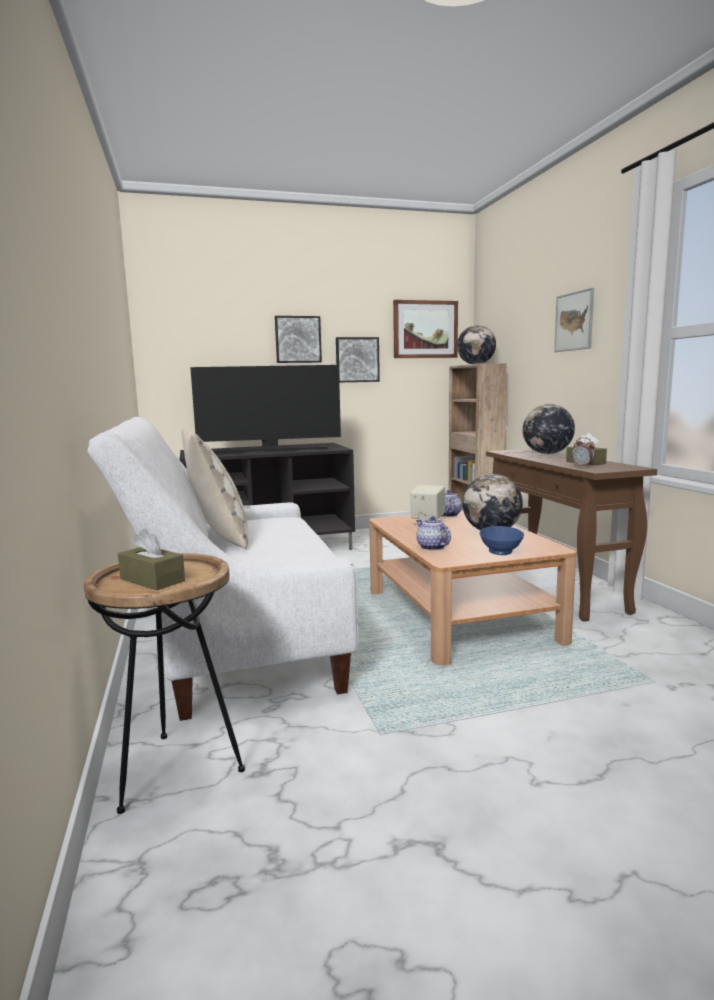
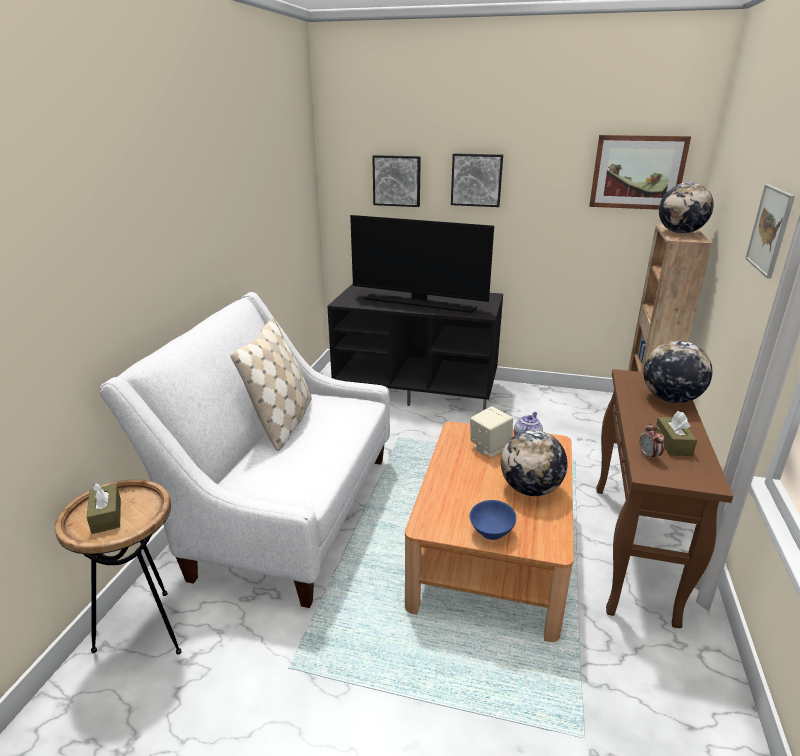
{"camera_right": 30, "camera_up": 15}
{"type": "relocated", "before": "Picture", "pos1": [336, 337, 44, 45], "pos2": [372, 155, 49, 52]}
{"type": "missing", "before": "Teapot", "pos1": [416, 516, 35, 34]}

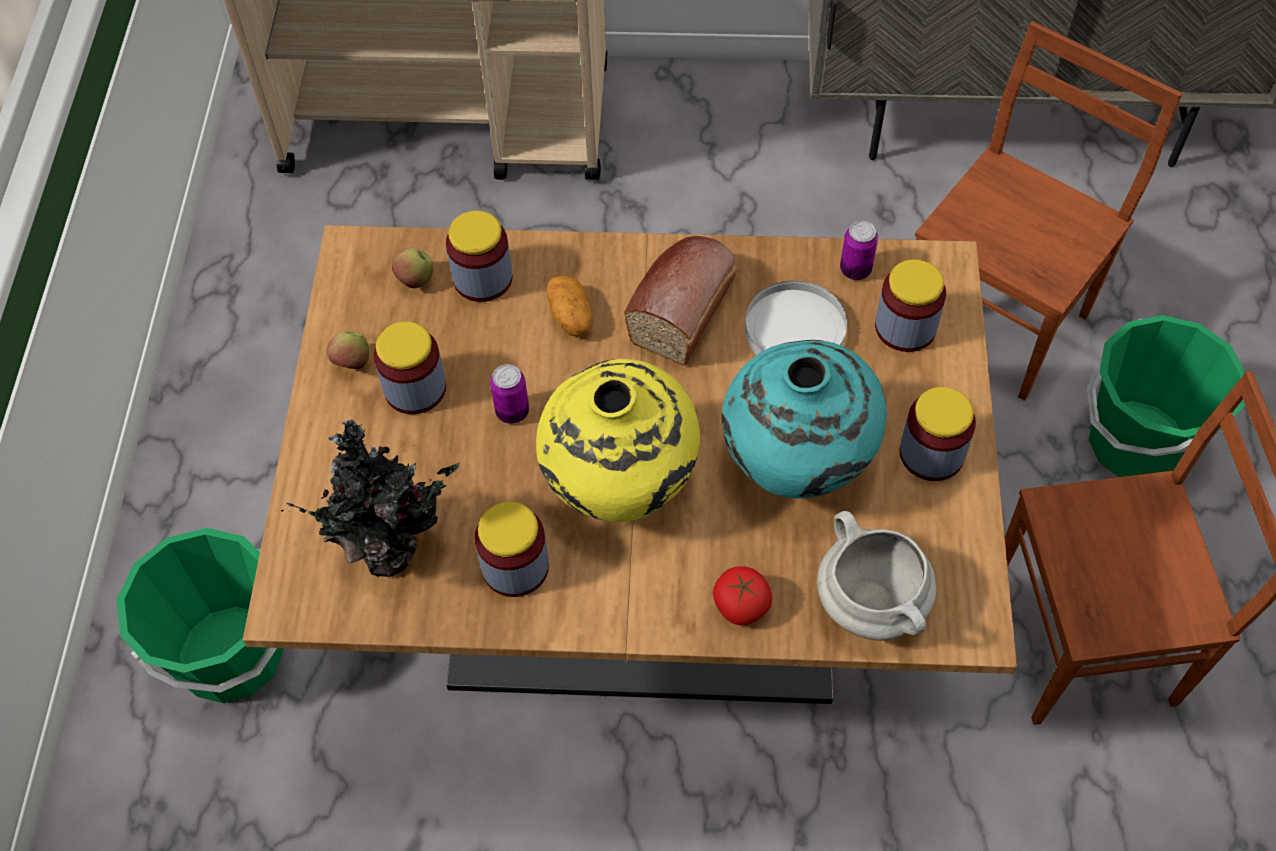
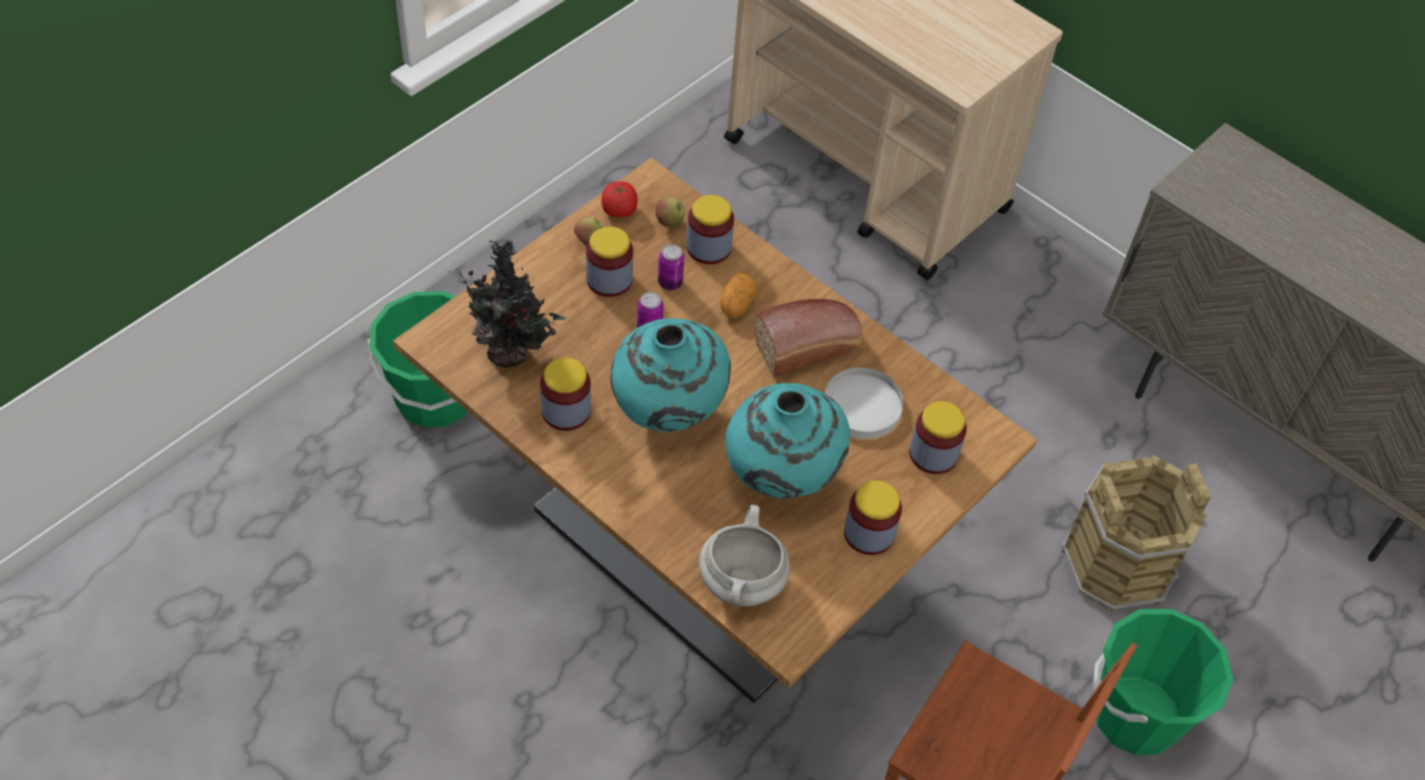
{"camera_right": 35, "camera_up": -5}
{"type": "colour", "before": "YellowVase", "after": "TurquoiseVase", "pos1": [536, 359, 164, 163], "pos2": [610, 318, 121, 114]}
{"type": "relocated", "before": "Tomato", "pos1": [713, 566, 59, 60], "pos2": [601, 181, 37, 37]}
{"type": "relocated", "before": "Can", "pos1": [840, 221, 38, 59], "pos2": [658, 244, 26, 46]}
{"type": "exchanged", "before": "BrownChair", "after": "BrownBucket", "pos1": [915, 21, 267, 380], "pos2": [1061, 455, 151, 157]}

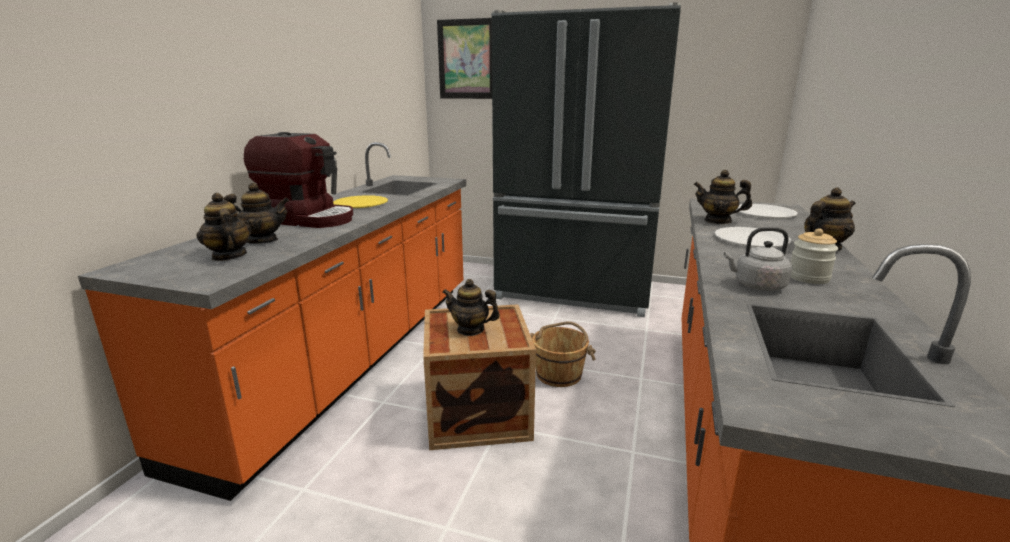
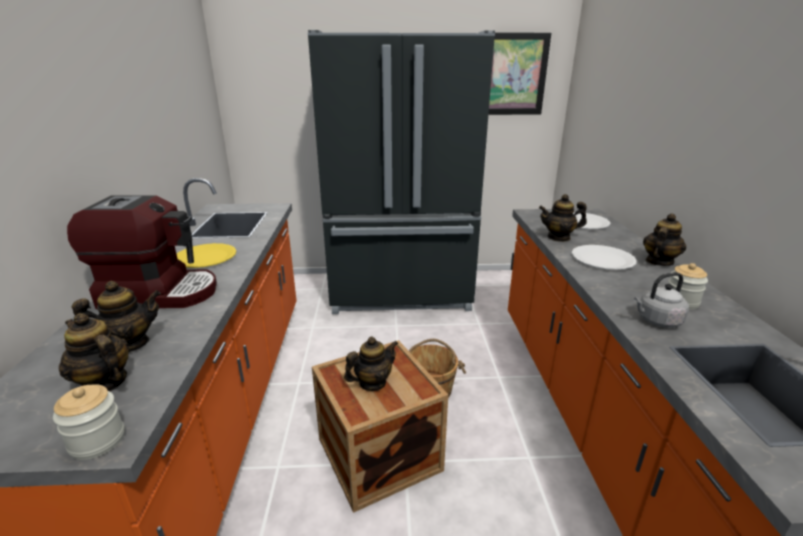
{"camera_right": -20, "camera_up": 5}
{"type": "relocated", "before": "Picture", "pos1": [437, 18, 55, 81], "pos2": [488, 33, 63, 82]}
{"type": "spun", "before": "Teapot", "pos1": [442, 279, 58, 57], "pos2": [344, 337, 54, 54], "turn": 150}
{"type": "appeared", "after": "Jar", "pos2": [53, 384, 72, 76]}

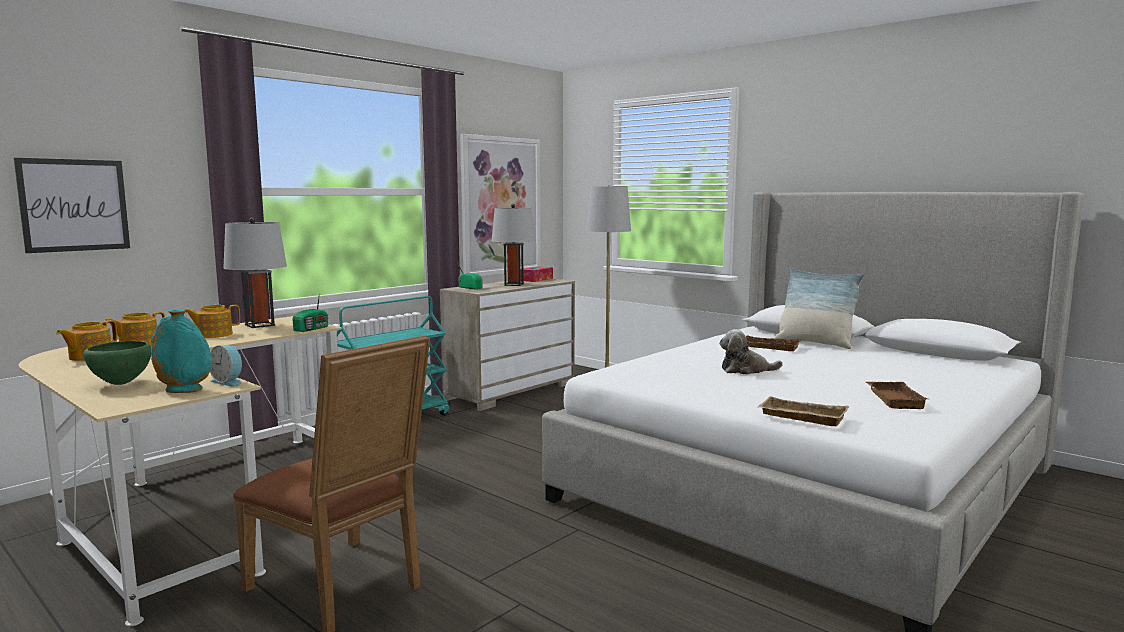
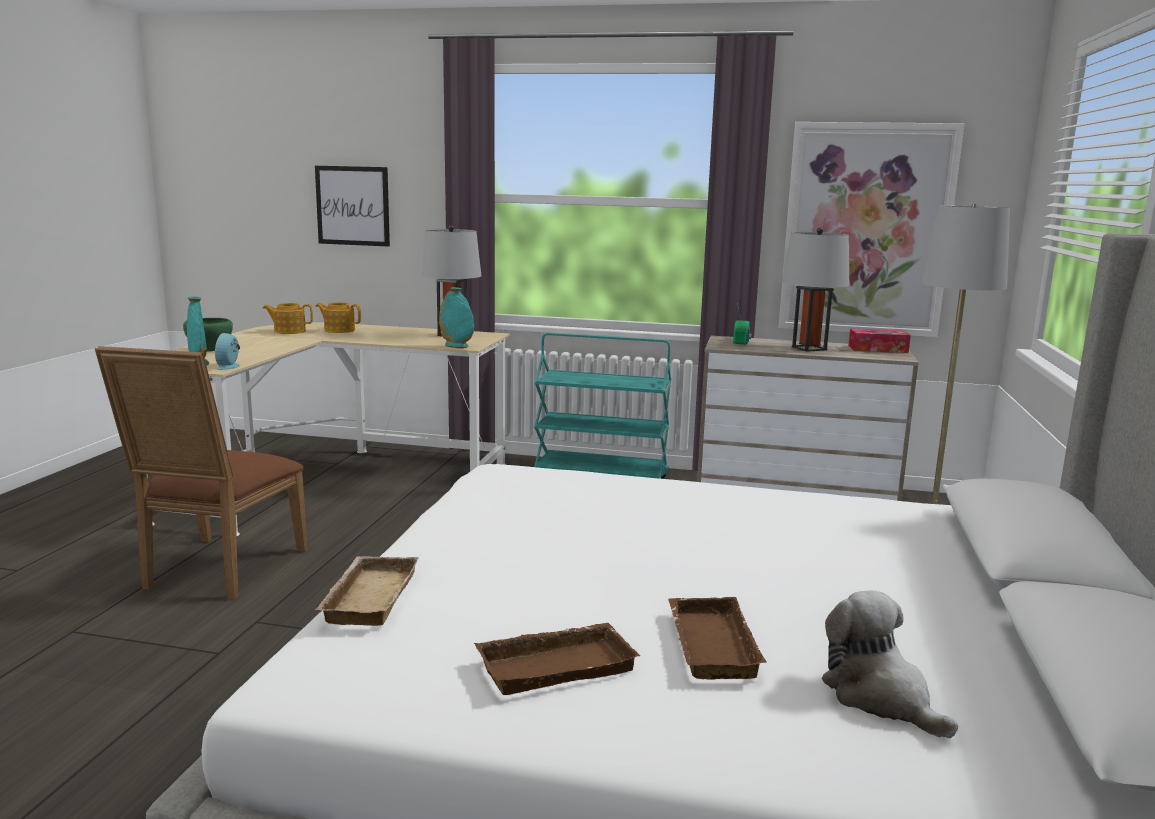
{"camera_right": 60, "camera_up": 5}
{"type": "missing", "before": "Teapot", "pos1": [185, 305, 55, 33]}
{"type": "exchanged", "before": "Radio", "after": "TurquoiseVase", "pos1": [292, 292, 36, 40], "pos2": [439, 287, 35, 61]}
{"type": "relocated", "before": "PlushToy", "pos1": [719, 329, 64, 45], "pos2": [822, 590, 136, 148]}
{"type": "relocated", "before": "BrownTray", "pos1": [746, 336, 55, 15], "pos2": [668, 597, 99, 83]}
{"type": "missing", "before": "Pillow", "pos1": [775, 268, 89, 81]}

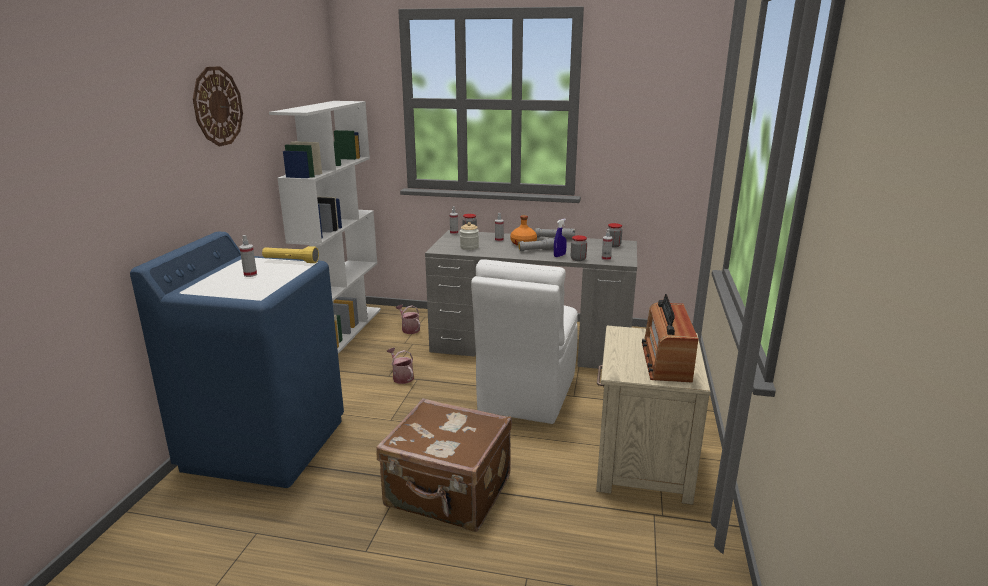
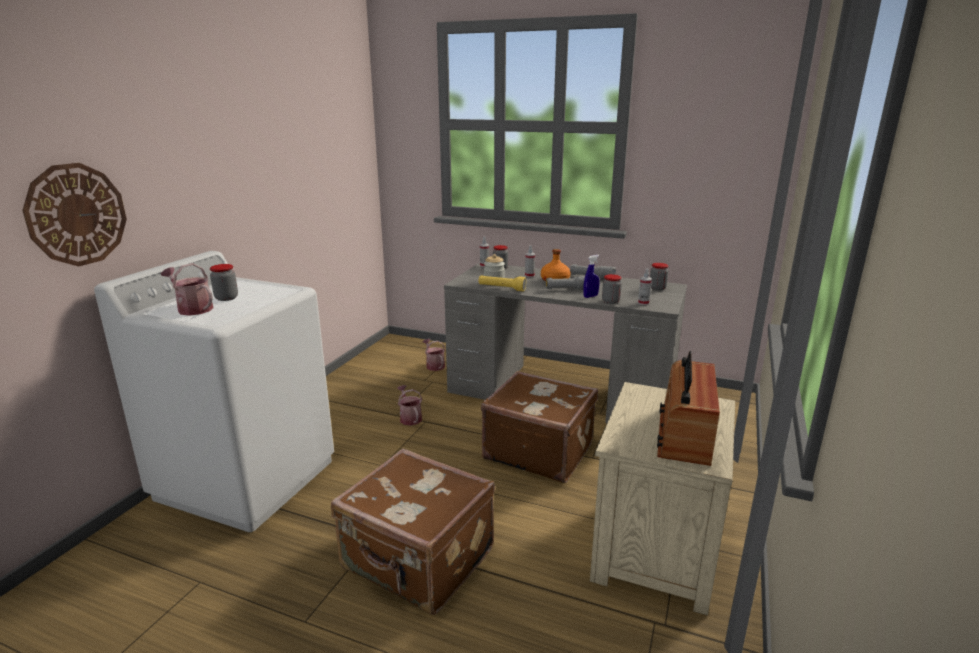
{"camera_right": 10, "camera_up": 0}
{"type": "colour", "before": "BlueWashingMachine", "after": "WhiteWashingMachine", "pos1": [130, 232, 214, 256], "pos2": [94, 251, 240, 281]}
{"type": "relocated", "before": "WallClock", "pos1": [193, 66, 50, 80], "pos2": [22, 163, 105, 103]}
{"type": "exchanged", "before": "SprayBottle", "after": "Jar", "pos1": [239, 235, 18, 42], "pos2": [210, 264, 28, 37]}
{"type": "relocated", "before": "YellowFlashlight", "pos1": [262, 246, 57, 17], "pos2": [479, 276, 47, 15]}
{"type": "missing", "before": "WhiteBookcase", "pos1": [269, 101, 112, 252]}
{"type": "exchanged", "before": "WhiteChair", "after": "BrownSuitcase", "pos1": [471, 259, 107, 165], "pos2": [481, 371, 117, 112]}
{"type": "appeared", "after": "WateringCan", "pos2": [161, 263, 53, 53]}

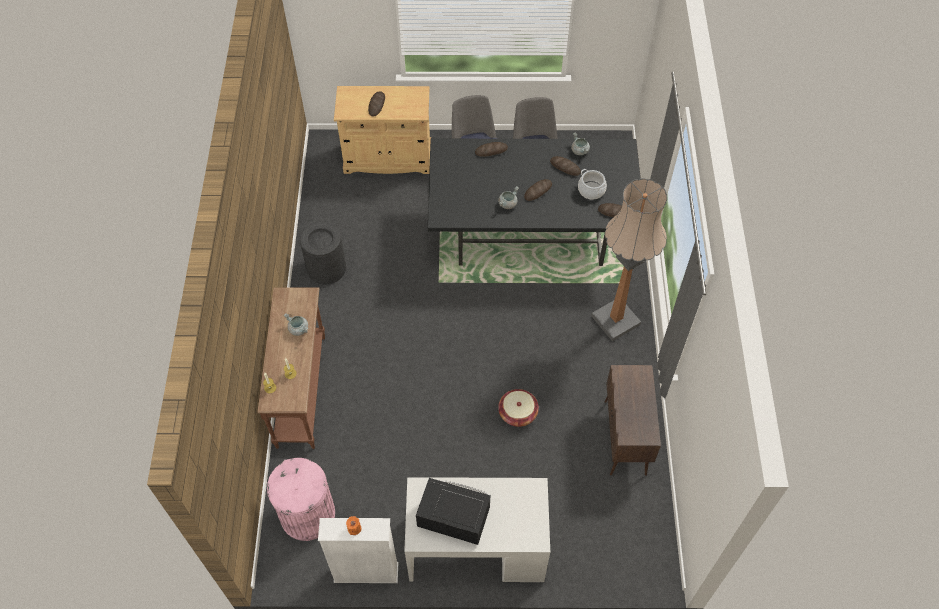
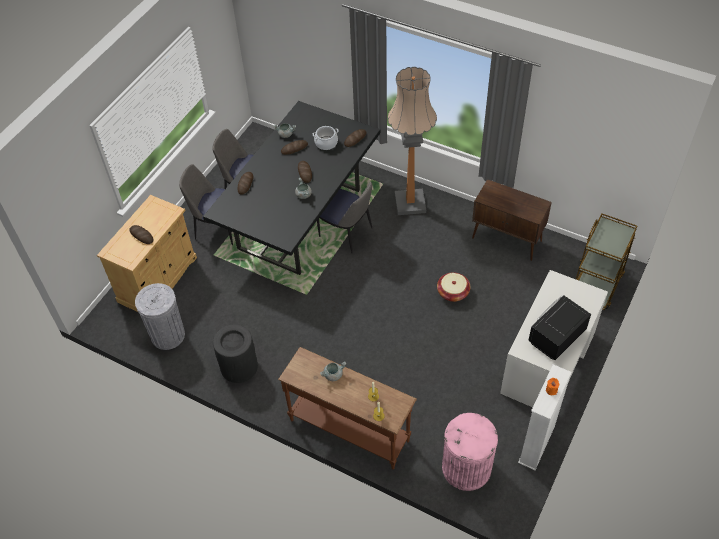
{"camera_right": -60, "camera_up": -5}
{"type": "appeared", "after": "GreyTrashCan", "pos2": [135, 283, 50, 67]}
{"type": "appeared", "after": "Chair", "pos2": [317, 182, 55, 71]}
{"type": "appeared", "after": "BrownCart", "pos2": [576, 213, 61, 97]}

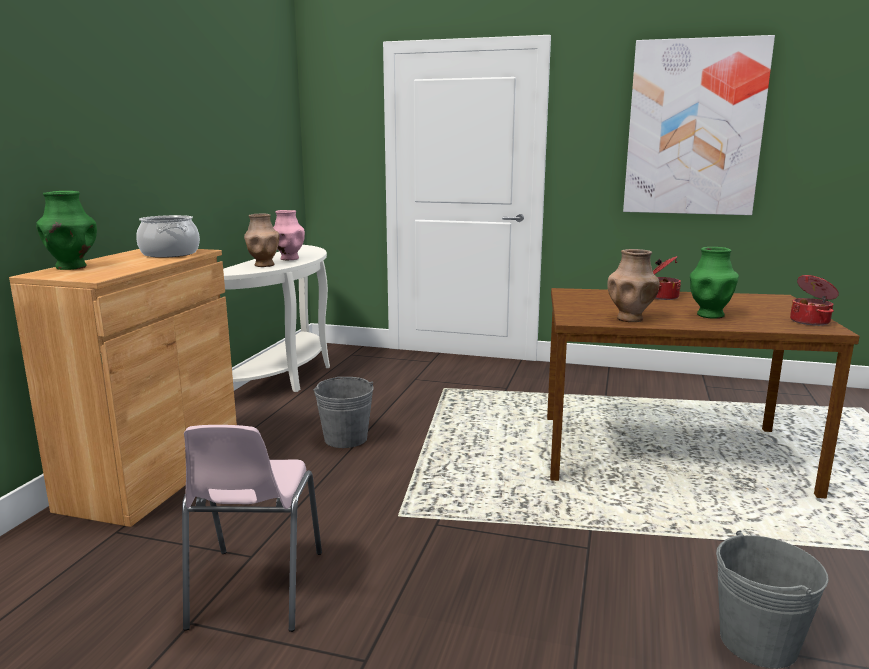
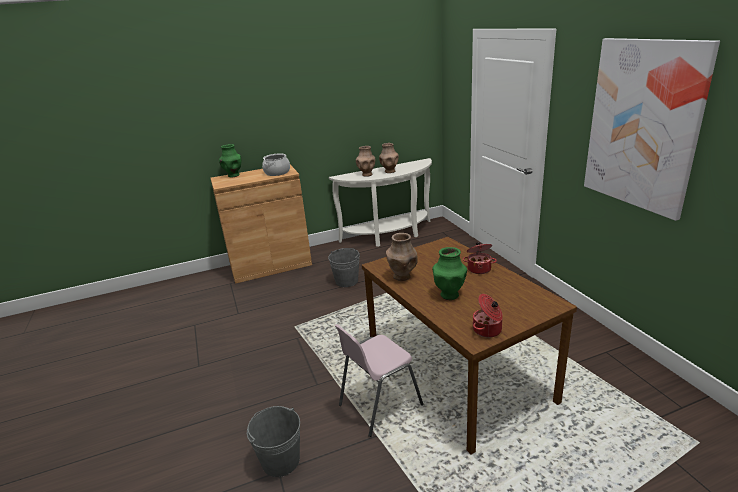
{"camera_right": 55, "camera_up": 10}
{"type": "relocated", "before": "PinkChair", "pos1": [182, 425, 140, 207], "pos2": [335, 324, 89, 113]}
{"type": "colour", "before": "PinkVase", "after": "BrownVase", "pos1": [273, 210, 32, 50], "pos2": [379, 143, 20, 30]}

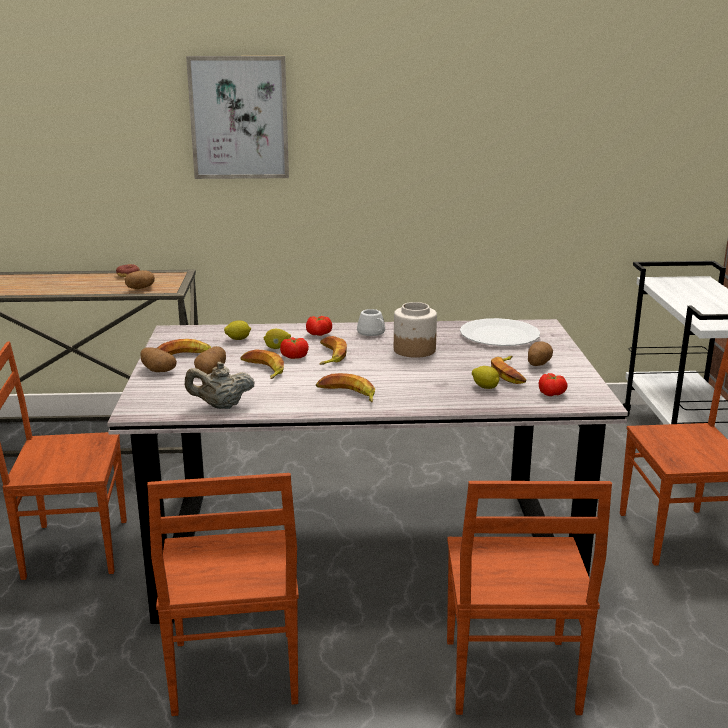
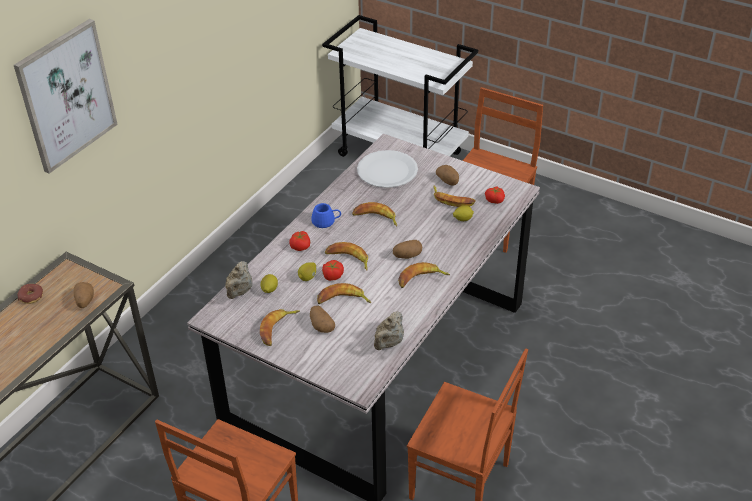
{"camera_right": -55, "camera_up": 20}
{"type": "relocated", "before": "Potato", "pos1": [140, 347, 37, 25], "pos2": [393, 240, 29, 19]}
{"type": "colour", "before": "WhiteMug", "after": "BlueMug", "pos1": [357, 309, 28, 27], "pos2": [311, 203, 30, 25]}
{"type": "exchanged", "before": "Jar", "after": "Banana", "pos1": [394, 302, 43, 56], "pos2": [352, 202, 45, 24]}
{"type": "missing", "before": "BrownChair", "pos1": [447, 481, 165, 234]}
{"type": "appeared", "after": "BeigeTeapot", "pos2": [225, 261, 27, 38]}

